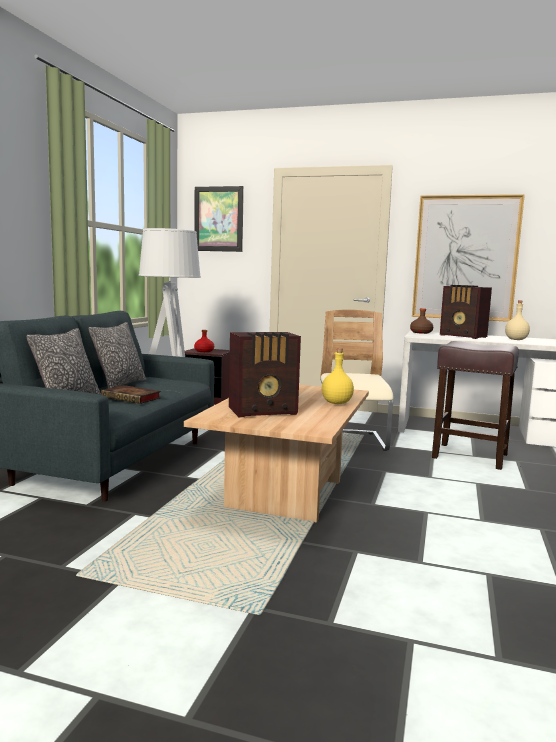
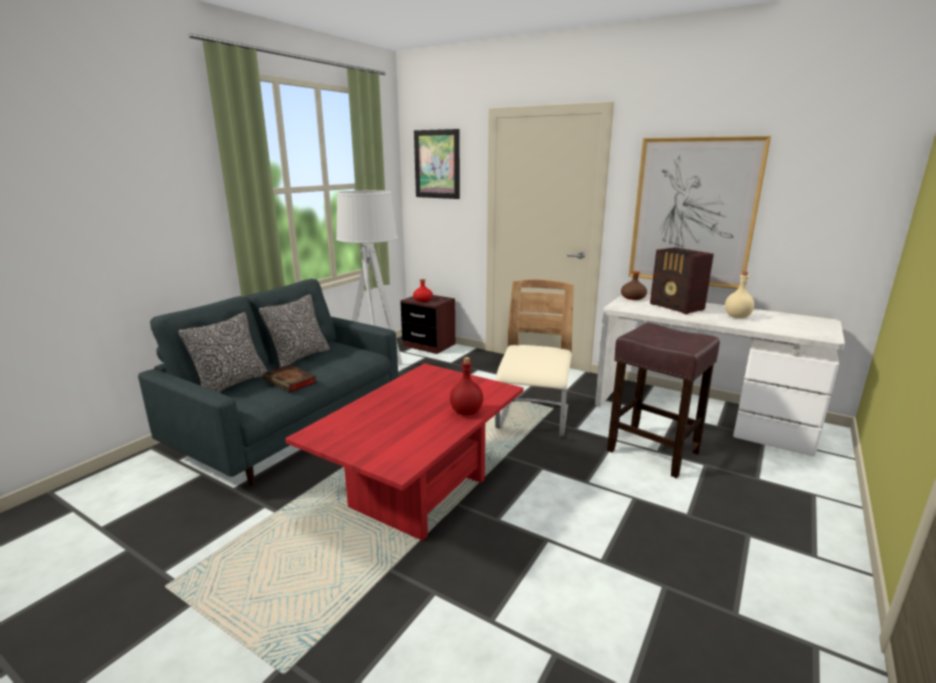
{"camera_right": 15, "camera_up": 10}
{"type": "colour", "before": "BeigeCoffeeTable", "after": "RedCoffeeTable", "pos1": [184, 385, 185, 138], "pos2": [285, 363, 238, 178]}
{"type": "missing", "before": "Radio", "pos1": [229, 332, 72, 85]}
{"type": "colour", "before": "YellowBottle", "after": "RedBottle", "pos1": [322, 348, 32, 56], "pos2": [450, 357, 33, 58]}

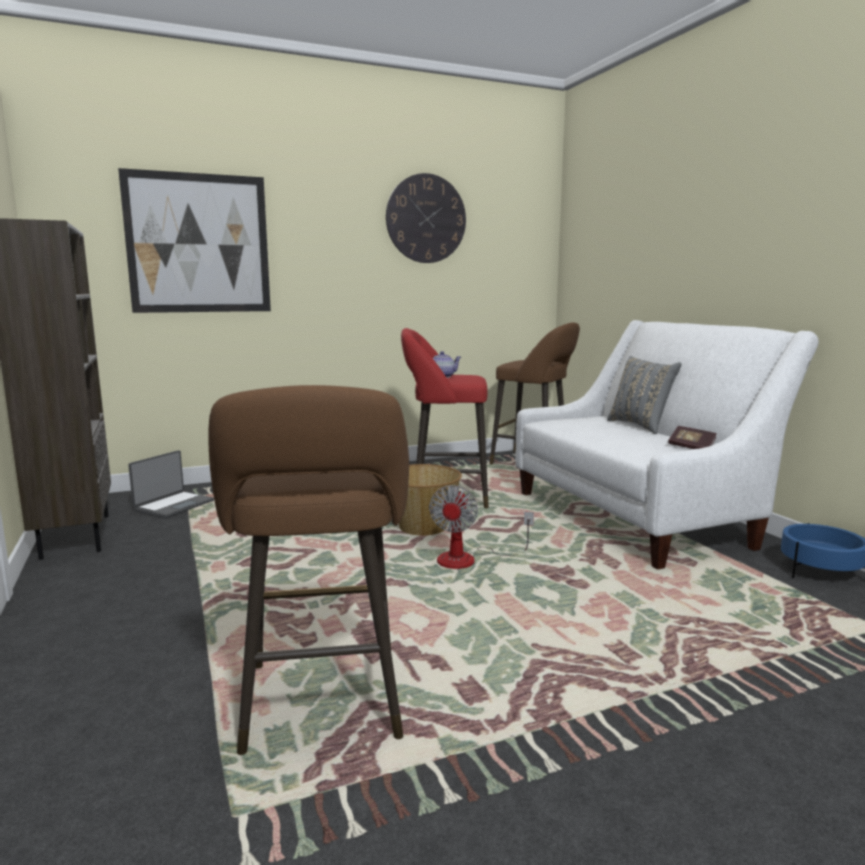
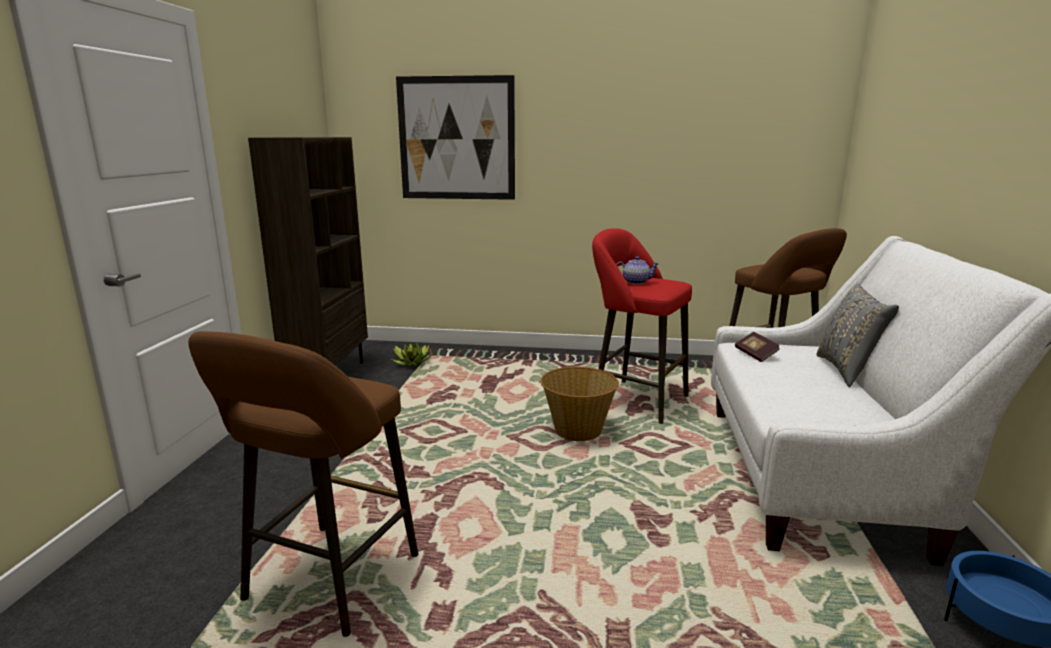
{"camera_right": 30, "camera_up": 5}
{"type": "exchanged", "before": "Laptop", "after": "PottedPlant", "pos1": [128, 450, 86, 69], "pos2": [391, 342, 42, 24]}
{"type": "missing", "before": "WallClock", "pos1": [386, 173, 80, 90]}
{"type": "missing", "before": "Fan", "pos1": [429, 485, 105, 84]}
{"type": "relocated", "before": "Book", "pos1": [668, 426, 49, 23], "pos2": [735, 332, 45, 30]}

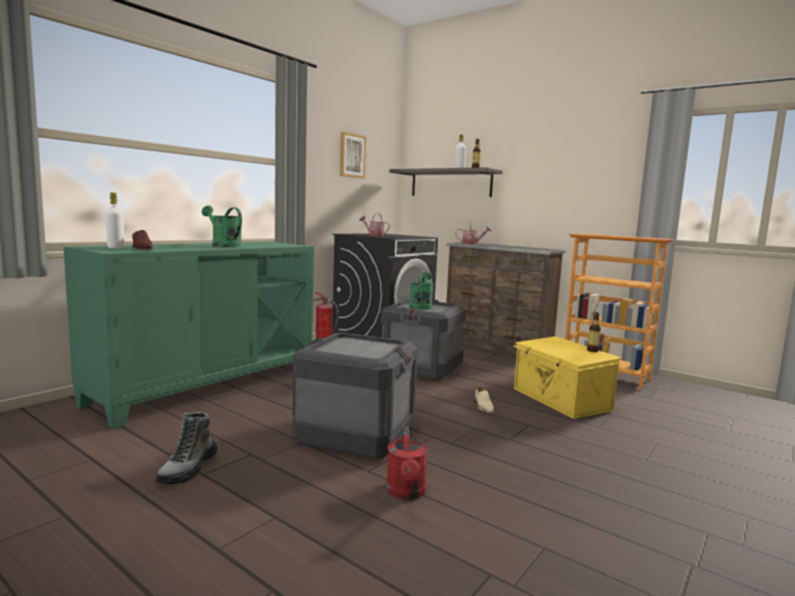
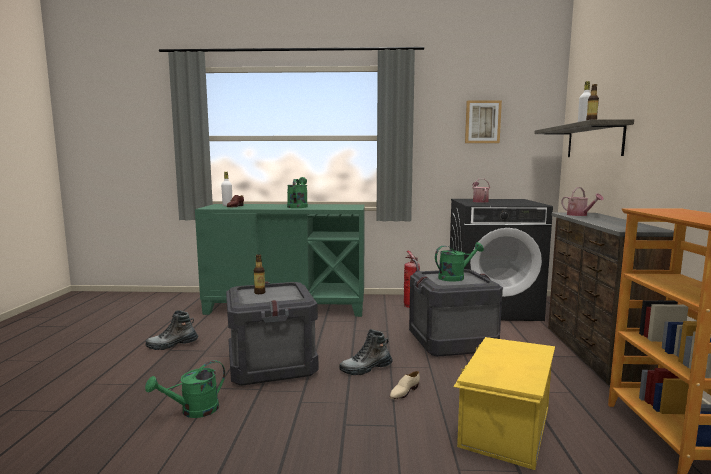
{"camera_right": 55, "camera_up": 0}
{"type": "colour", "before": "RedWateringCan", "after": "GreenWateringCan", "pos1": [386, 426, 42, 74], "pos2": [145, 360, 80, 58]}
{"type": "relocated", "before": "Bottle", "pos1": [587, 312, 14, 40], "pos2": [254, 254, 11, 40]}
{"type": "appeared", "after": "Boot", "pos2": [339, 329, 54, 46]}

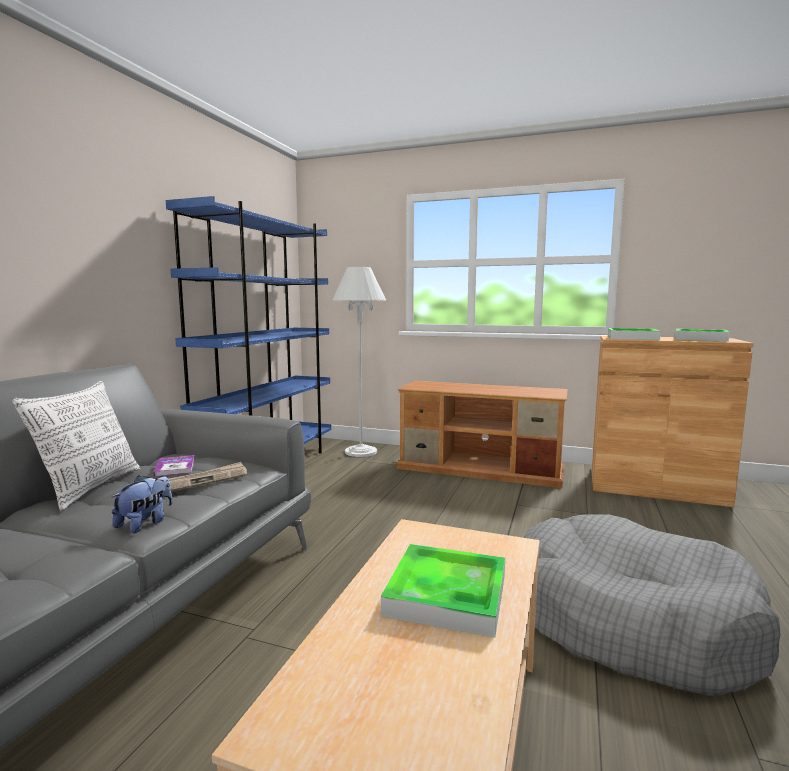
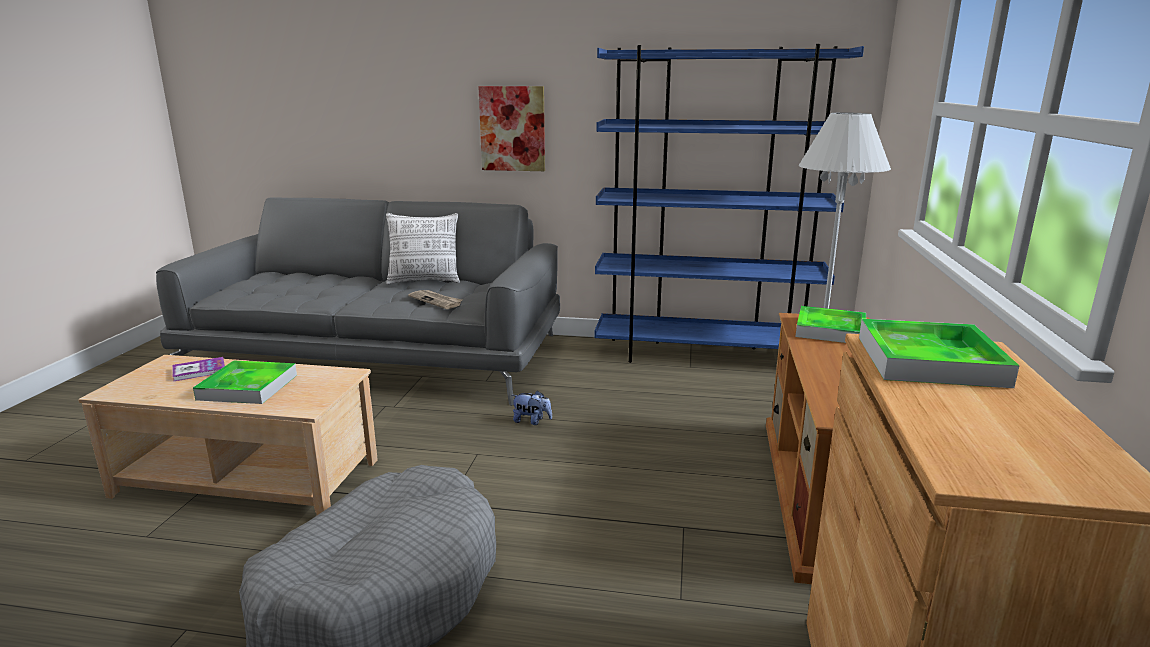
{"camera_right": 80, "camera_up": 10}
{"type": "relocated", "before": "PlushToy", "pos1": [111, 475, 61, 58], "pos2": [512, 390, 40, 35]}
{"type": "relocated", "before": "Book", "pos1": [153, 455, 42, 22], "pos2": [173, 357, 52, 25]}
{"type": "relocated", "before": "Tray", "pos1": [674, 329, 56, 13], "pos2": [796, 306, 70, 37]}
{"type": "appeared", "after": "Picture", "pos2": [478, 86, 67, 85]}

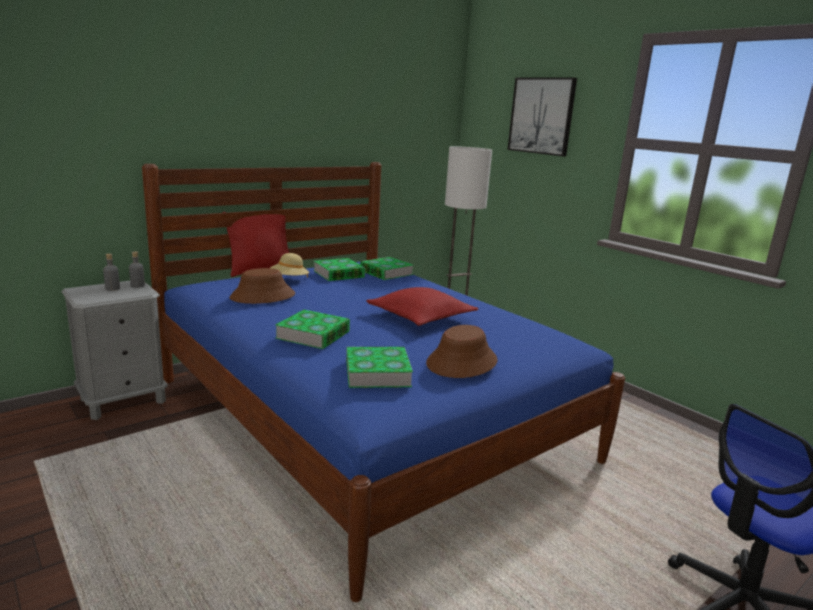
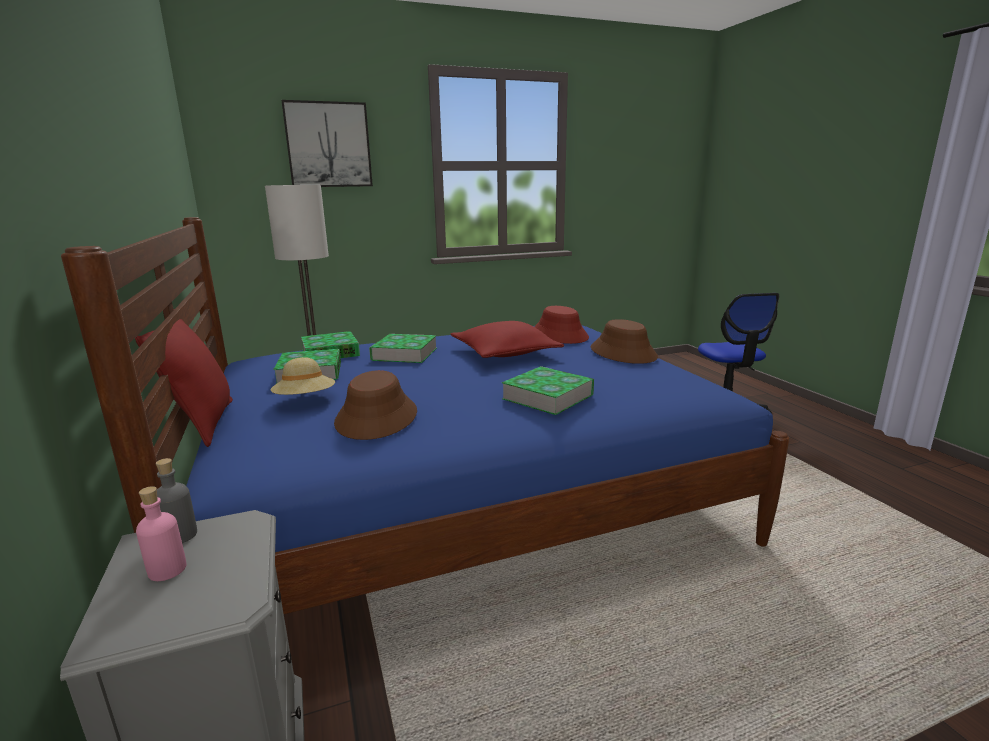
{"camera_right": -70, "camera_up": 0}
{"type": "colour", "before": "GreyBottle", "after": "PinkBottle", "pos1": [103, 254, 17, 37], "pos2": [136, 486, 51, 95]}
{"type": "relocated", "before": "Book", "pos1": [346, 347, 67, 41], "pos2": [369, 334, 68, 29]}
{"type": "appeared", "after": "RedHat", "pos2": [534, 306, 55, 38]}

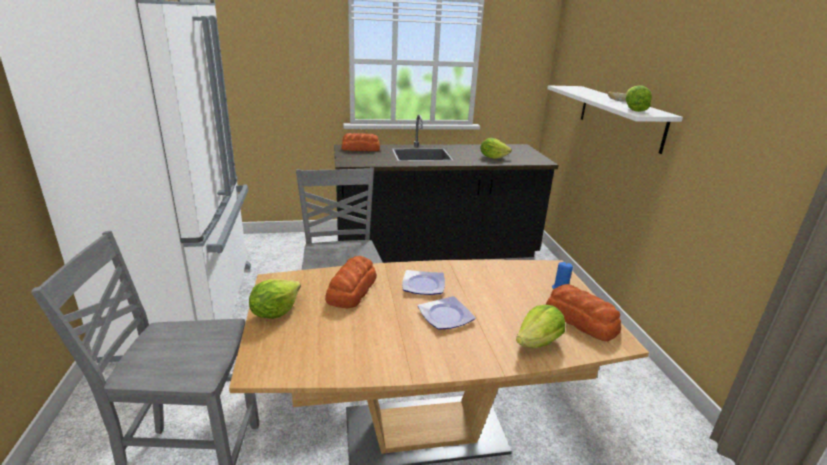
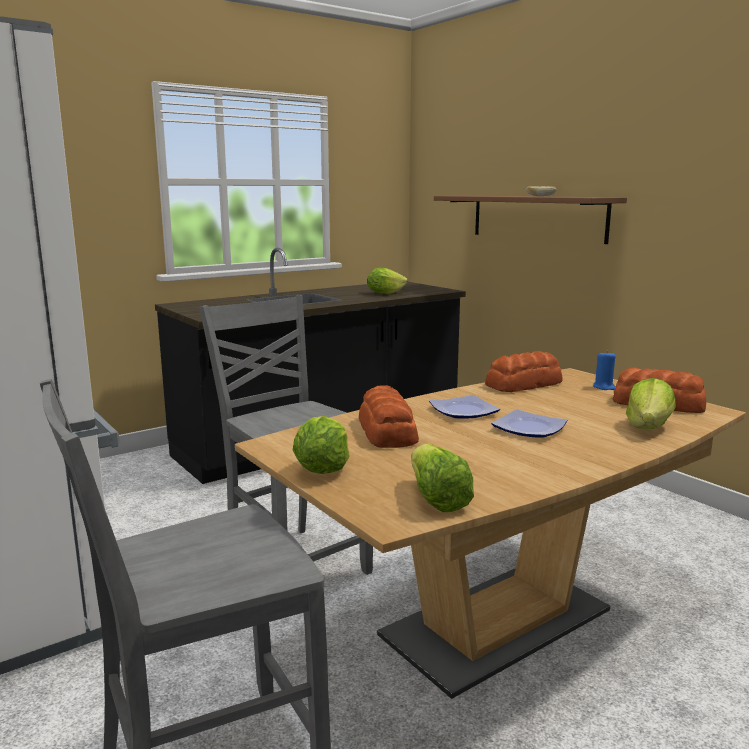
{"camera_right": -25, "camera_up": -10}
{"type": "relocated", "before": "Bread", "pos1": [341, 133, 39, 18], "pos2": [485, 351, 78, 41]}
{"type": "colour", "before": "WhiteShelf", "after": "BrownShelf", "pos1": [547, 85, 136, 69], "pos2": [434, 196, 193, 48]}
{"type": "relocated", "before": "Lettuce", "pos1": [626, 85, 26, 27], "pos2": [411, 444, 63, 68]}

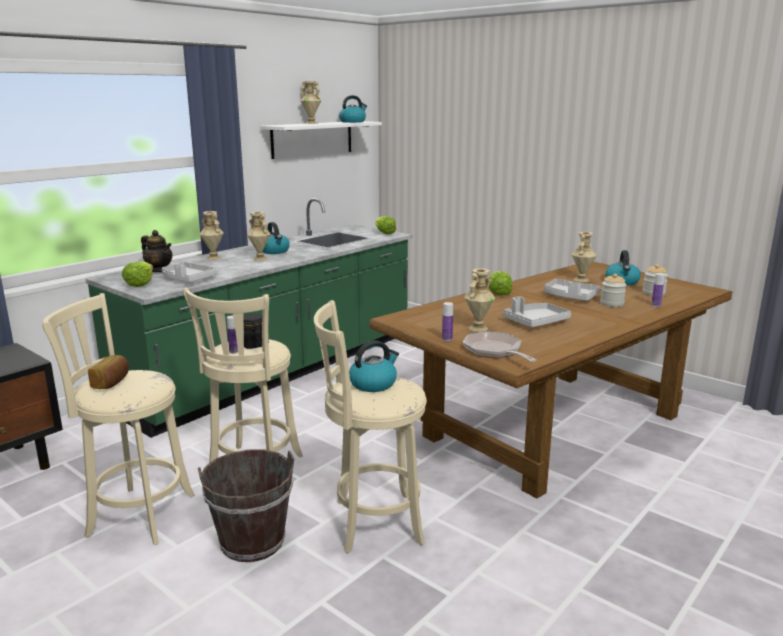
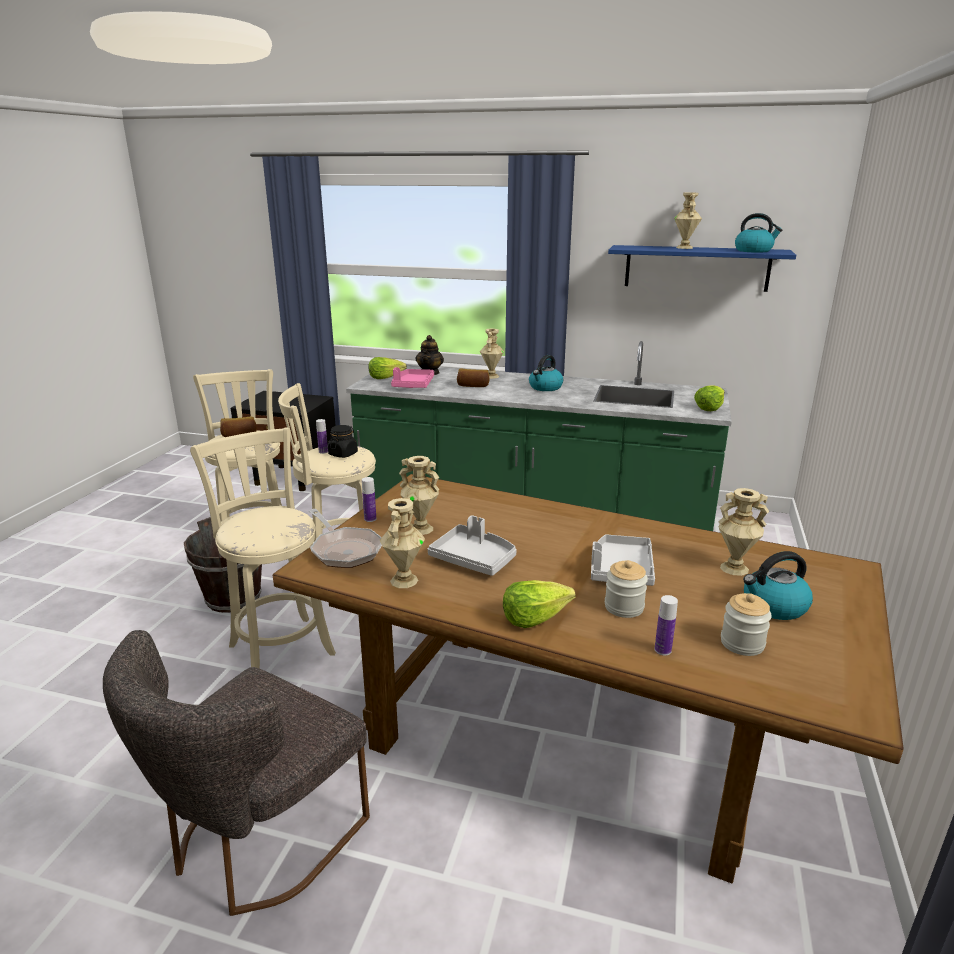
{"camera_right": 65, "camera_up": 5}
{"type": "colour", "before": "GreyTray", "after": "PinkTray", "pos1": [161, 262, 56, 20], "pos2": [391, 367, 43, 21]}
{"type": "relocated", "before": "BeigeVase", "pos1": [247, 212, 24, 49], "pos2": [380, 498, 45, 90]}
{"type": "colour", "before": "WhiteShelf", "after": "BlueShelf", "pos1": [260, 121, 122, 38], "pos2": [608, 245, 188, 47]}
{"type": "missing", "before": "Kettle", "pos1": [349, 341, 50, 51]}
{"type": "spun", "before": "FryingPan", "pos1": [463, 331, 74, 31], "pos2": [309, 509, 73, 59], "turn": 105}
{"type": "relocated", "before": "Lettuce", "pos1": [489, 271, 23, 25], "pos2": [503, 580, 73, 48]}
{"type": "appeared", "after": "GreyChair", "pos2": [103, 630, 267, 286]}
{"type": "appeared", "after": "Bread", "pos2": [457, 368, 32, 19]}

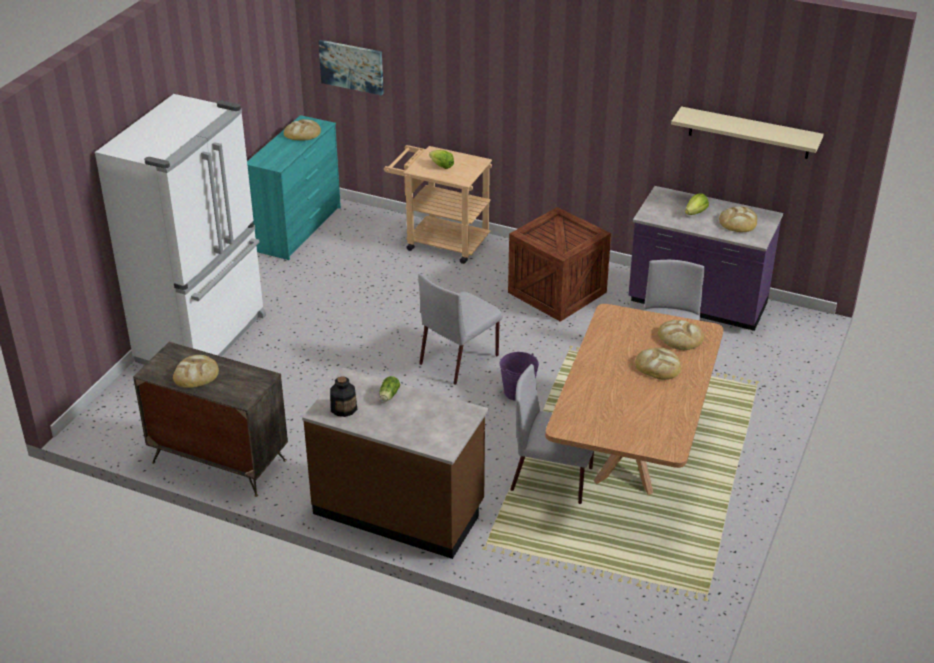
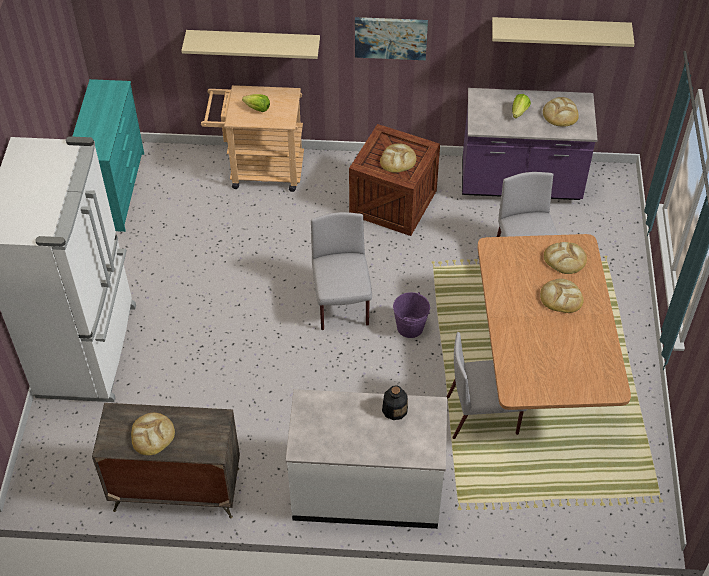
{"camera_right": -20, "camera_up": 15}
{"type": "relocated", "before": "Bread", "pos1": [284, 119, 37, 22], "pos2": [380, 143, 36, 30]}
{"type": "colour", "before": "BrownCounter", "after": "WhiteCounter", "pos1": [302, 368, 186, 191], "pos2": [286, 389, 161, 140]}
{"type": "relocated", "before": "Picture", "pos1": [318, 40, 66, 55], "pos2": [355, 17, 73, 43]}
{"type": "relocated", "before": "Bottle", "pos1": [330, 376, 27, 41], "pos2": [382, 385, 26, 35]}
{"type": "missing", "before": "Lettuce", "pos1": [379, 376, 21, 26]}
{"type": "spun", "before": "GreyChair", "pos1": [418, 274, 85, 111], "pos2": [311, 212, 61, 118], "turn": 150}
{"type": "appeared", "after": "BeigeShelf", "pos2": [181, 30, 139, 29]}

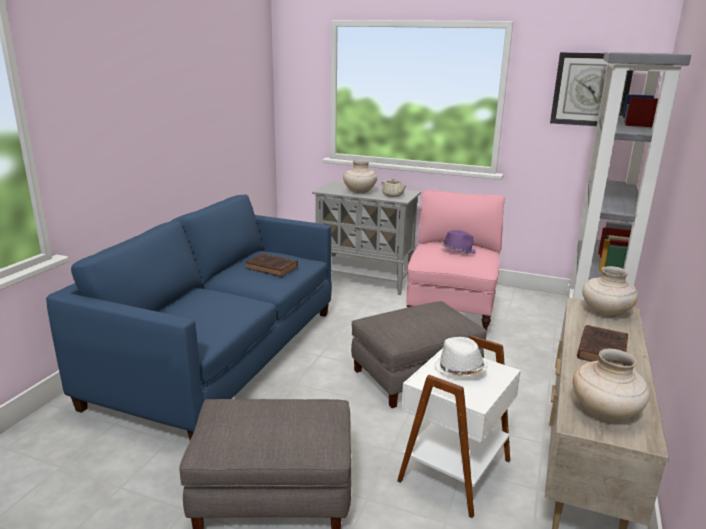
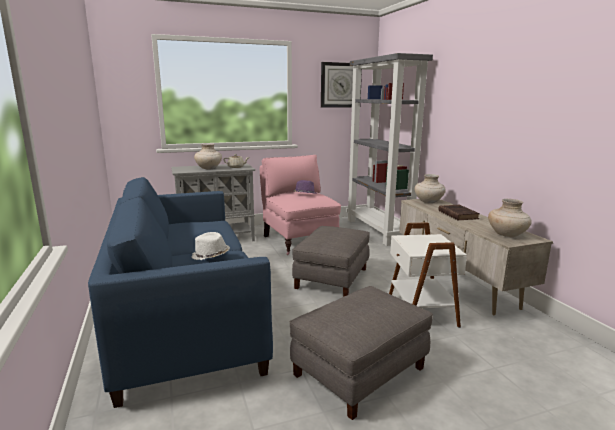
{"camera_right": -40, "camera_up": -5}
{"type": "missing", "before": "BrownBook", "pos1": [245, 253, 53, 24]}
{"type": "relocated", "before": "WhiteHat", "pos1": [434, 337, 54, 39], "pos2": [191, 232, 39, 28]}

